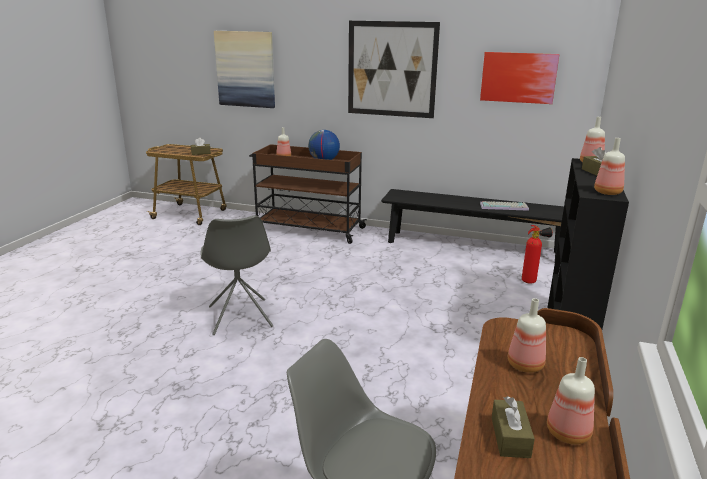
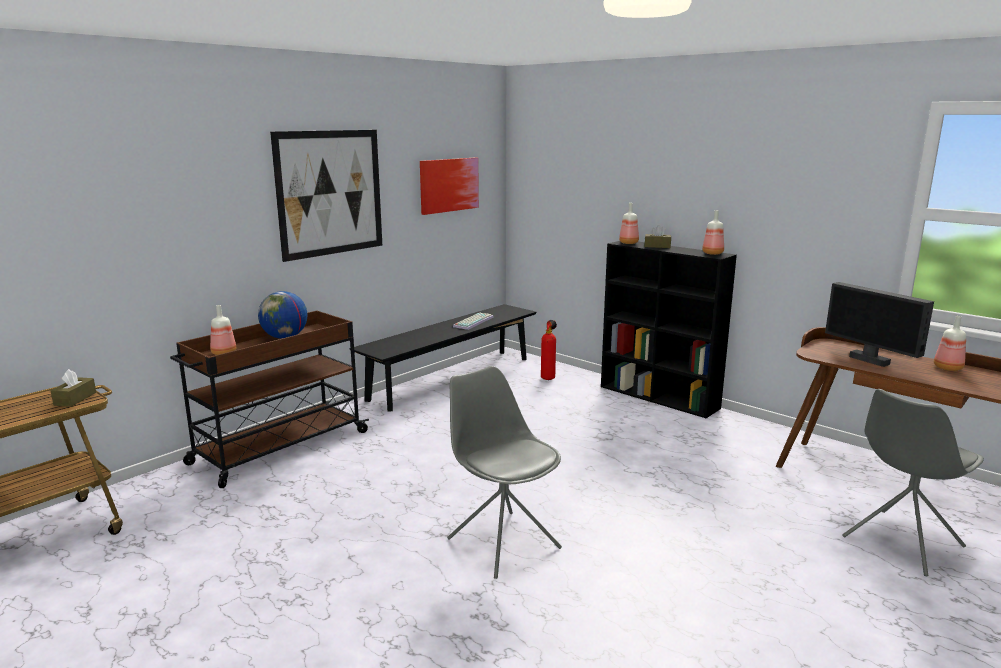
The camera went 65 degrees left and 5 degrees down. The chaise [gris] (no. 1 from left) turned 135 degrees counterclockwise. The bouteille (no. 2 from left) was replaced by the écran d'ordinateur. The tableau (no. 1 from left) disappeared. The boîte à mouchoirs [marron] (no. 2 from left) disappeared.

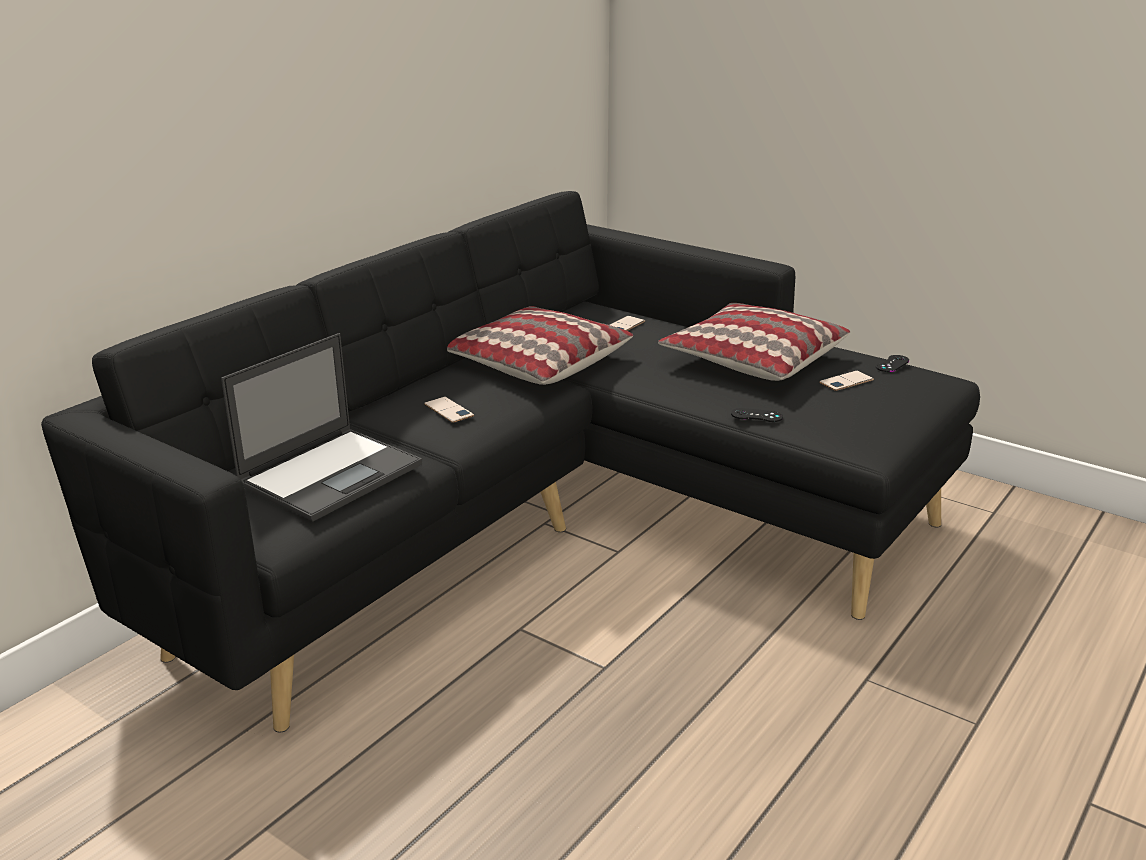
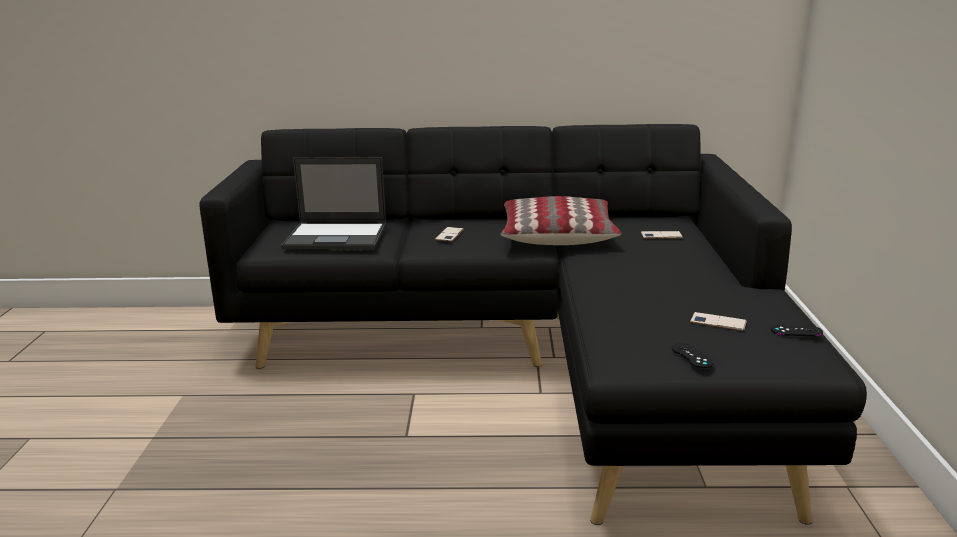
The camera went 55 degrees right and 5 degrees down. The manette [noir] (no. 1 from left) moved. The coussin (no. 2 from left) disappeared.

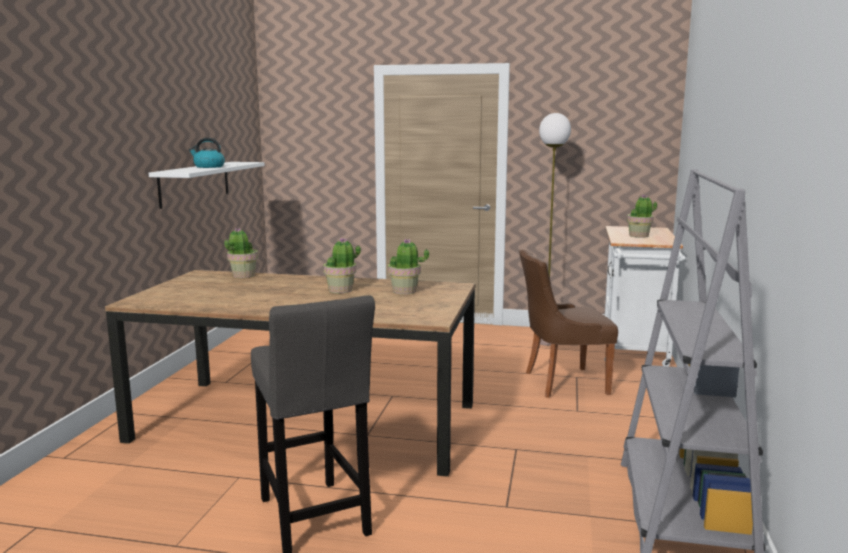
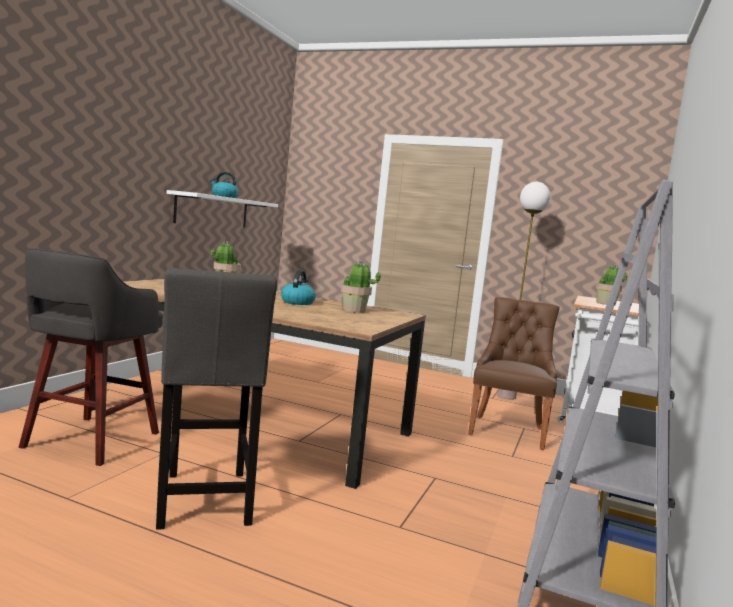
The camera went 10 degrees right and 5 degrees down. The tabouret [gris] (no. 1 from left) appeared. The plante en pot (no. 2 from left) was replaced by the bouilloire (no. 2 from left). The chaise [marron] turned 105 degrees clockwise.

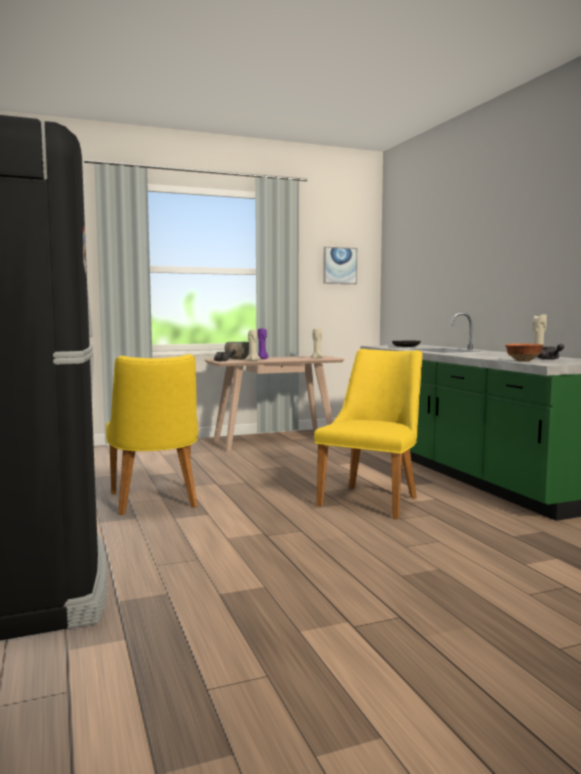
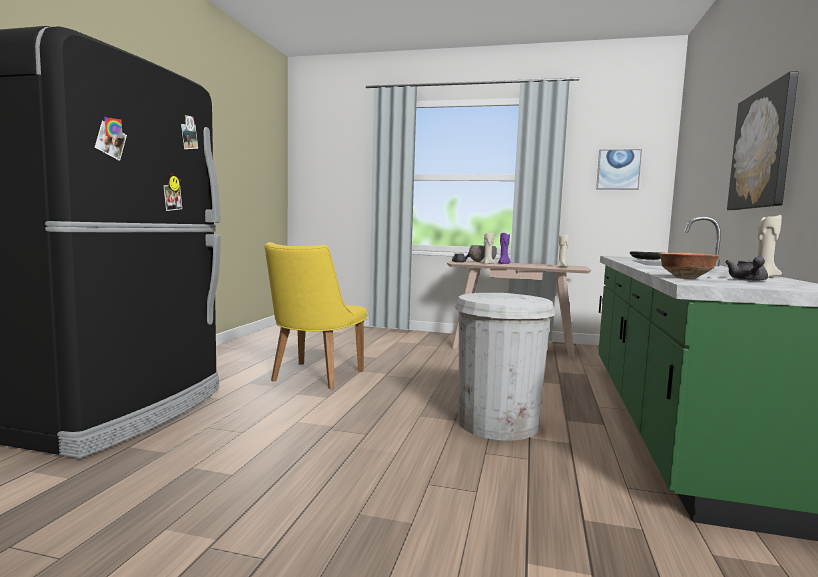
The camera went 35 degrees right and 0 degrees up. The chaise [jaune] (no. 2 from left) was replaced by the poubelle [blanc]. The tableau (no. 2 from left) appeared.

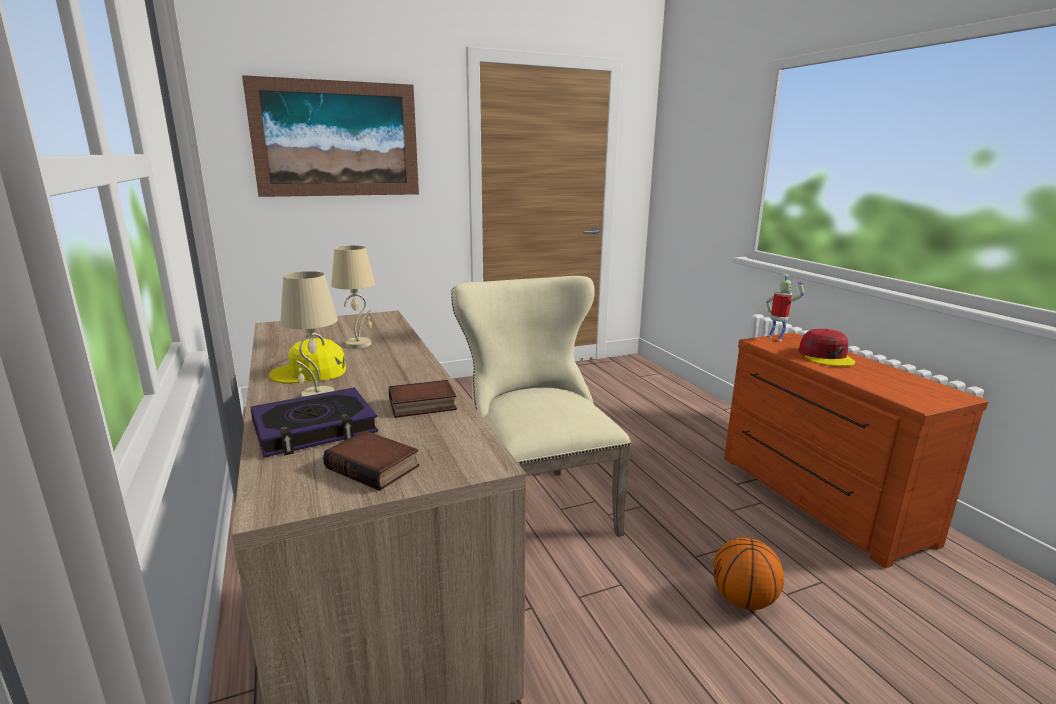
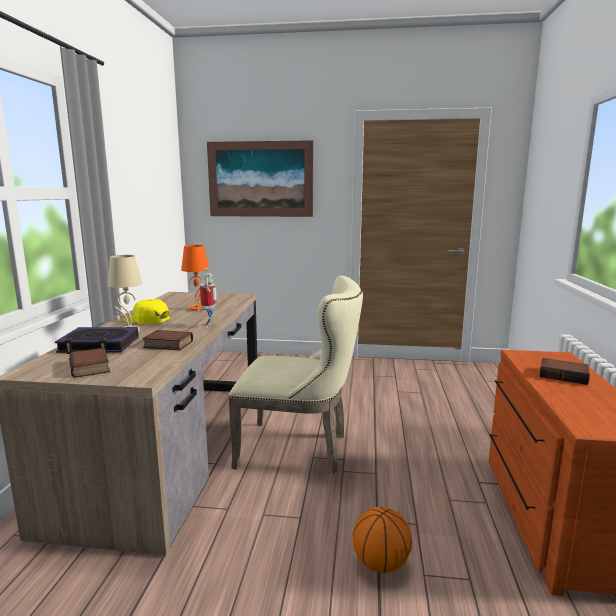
The camera went 30 degrees right and 5 degrees down. The lampe de table [beige] (no. 2 from left) became the lampe de table [orange]. The robot jouet moved. The chaise [beige] turned 90 degrees clockwise. The casquette [rouge] was replaced by the livre (no. 4 from left).

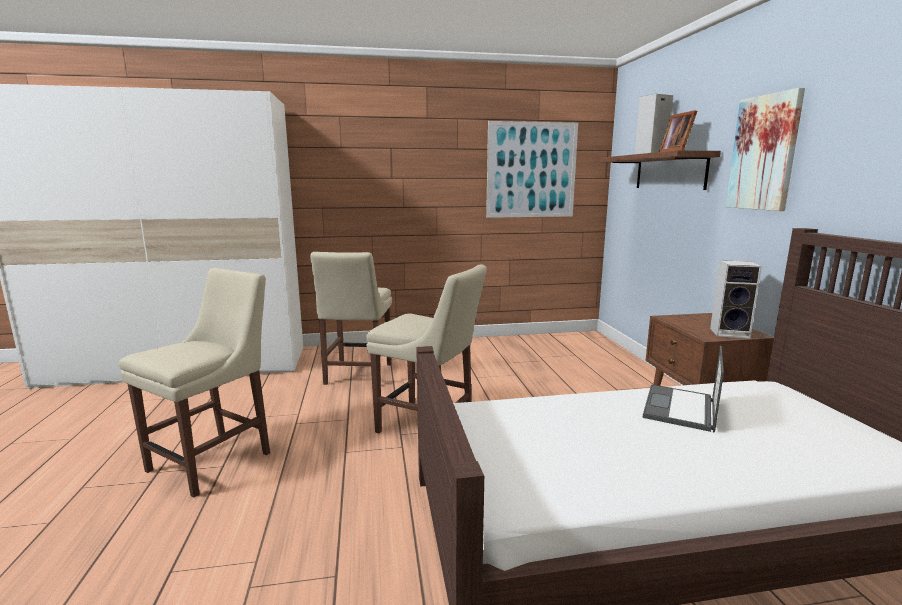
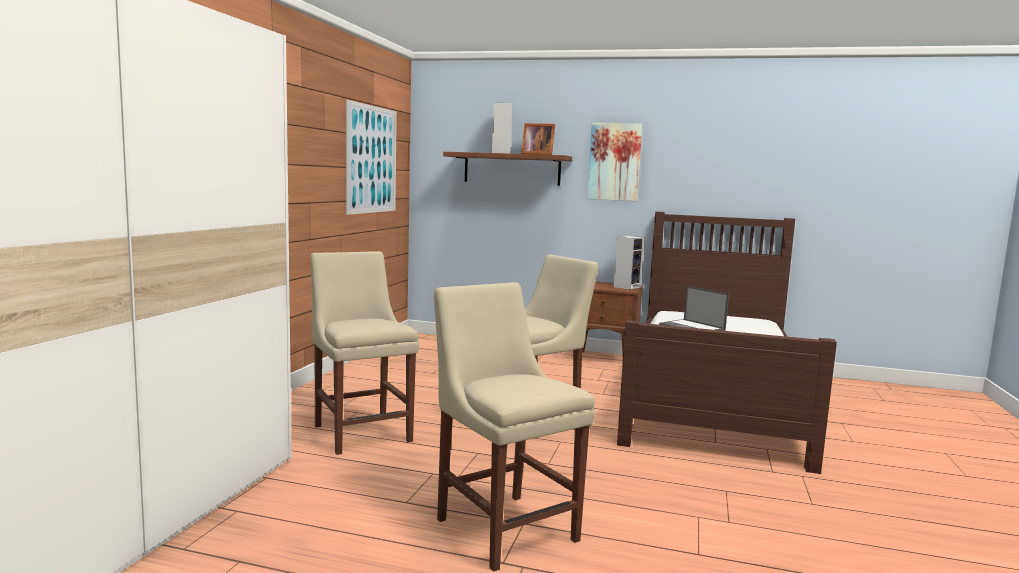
The camera went 65 degrees left and 5 degrees down. The chaise [beige] (no. 2 from left in the first image) turned 150 degrees counterclockwise.

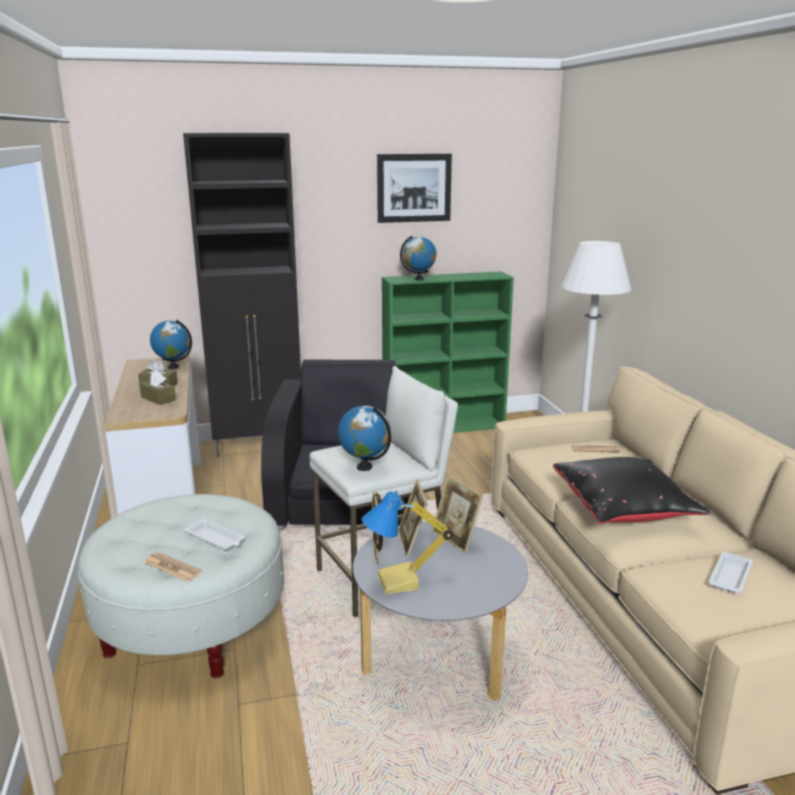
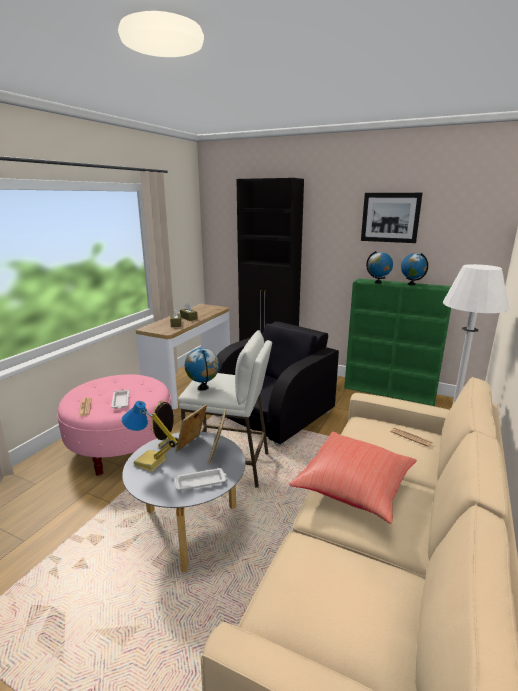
The camera went 40 degrees right and 0 degrees up. The pouf [blanc] became the pouf [rose]. The plateau [blanc] (no. 2 from left) moved. The coussin [noir] became the coussin [rouge]. The globe (no. 1 from left in the first image) moved.

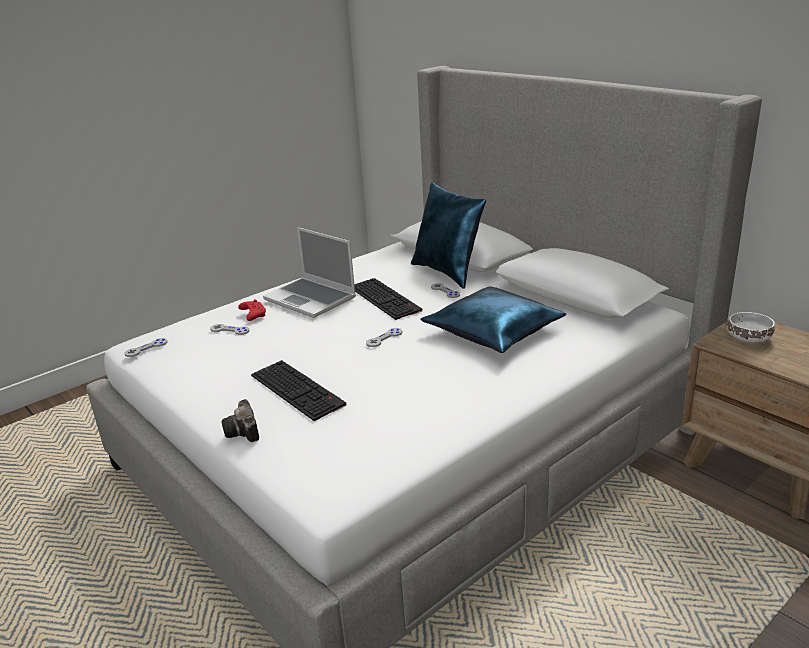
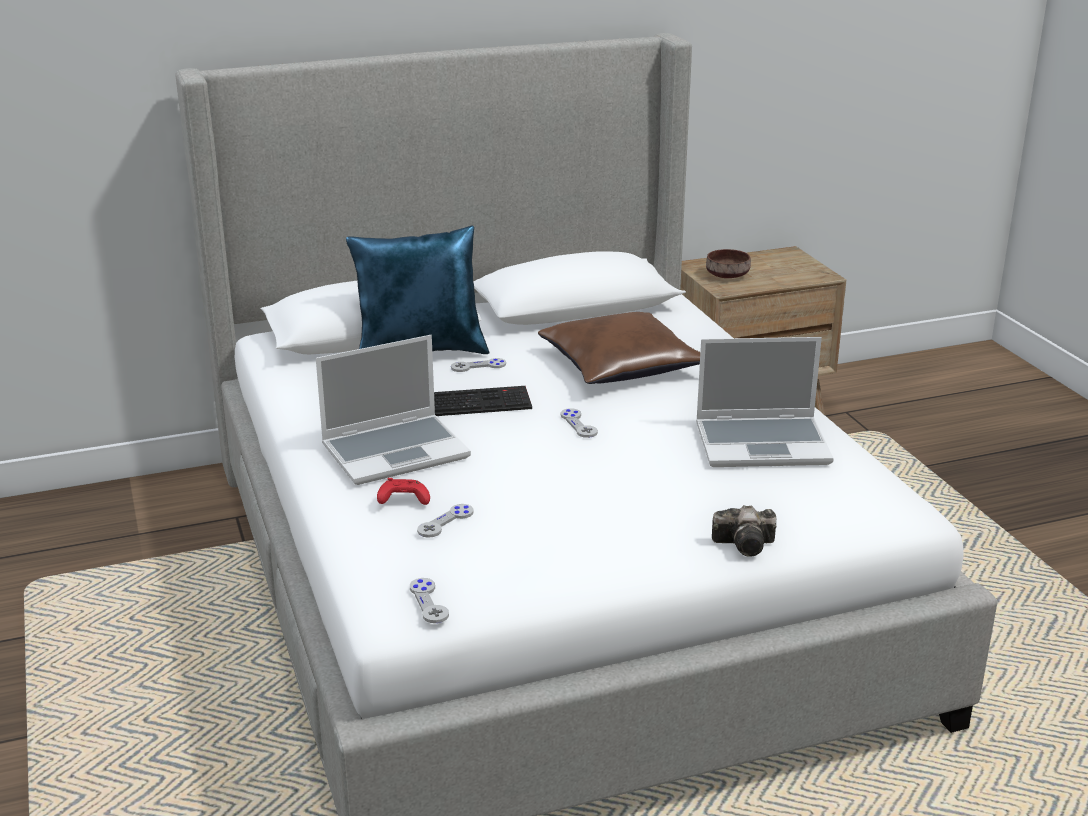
The camera went 70 degrees left and 0 degrees up. The coussin [bleu] (no. 2 from left) became the coussin [marron]. The ordinateur portable (no. 2 from left) appeared. The bol [blanc] became the bol [marron]. The clavier (no. 1 from left) disappeared.

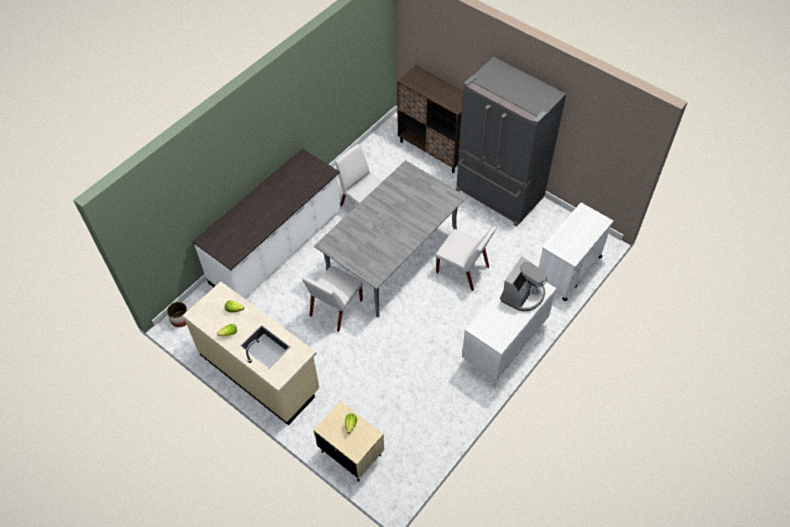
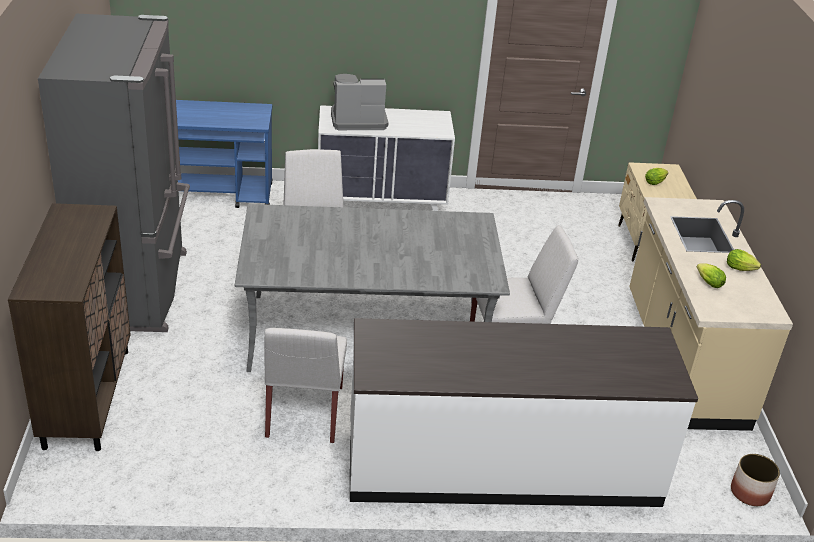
The camera went 135 degrees left and 20 degrees down. The chariot [blanc] became the chariot [bleu].

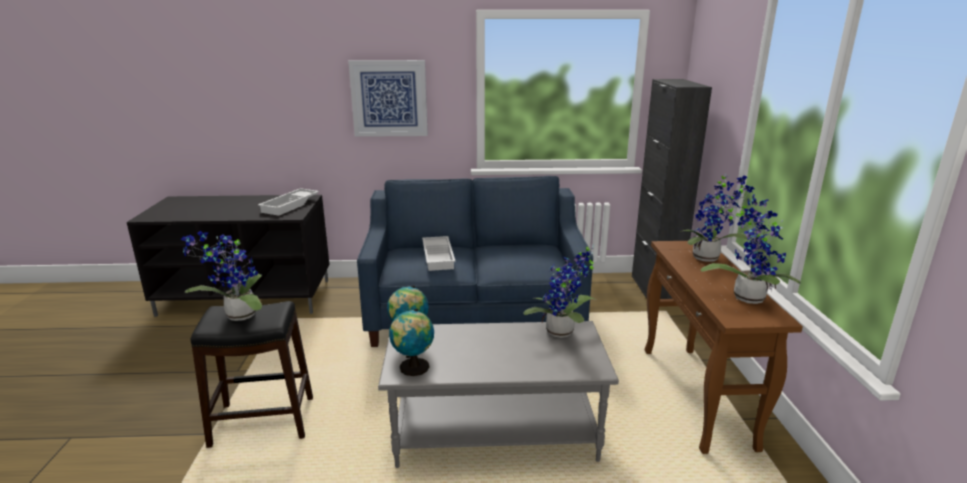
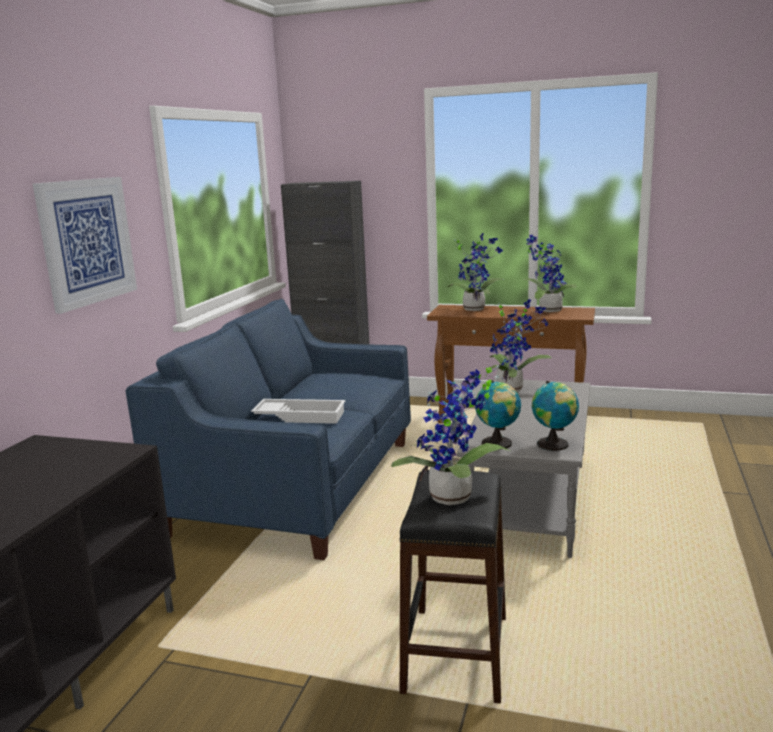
The camera went 70 degrees left and 5 degrees down. The plateau [blanc] (no. 1 from left) disappeared.

